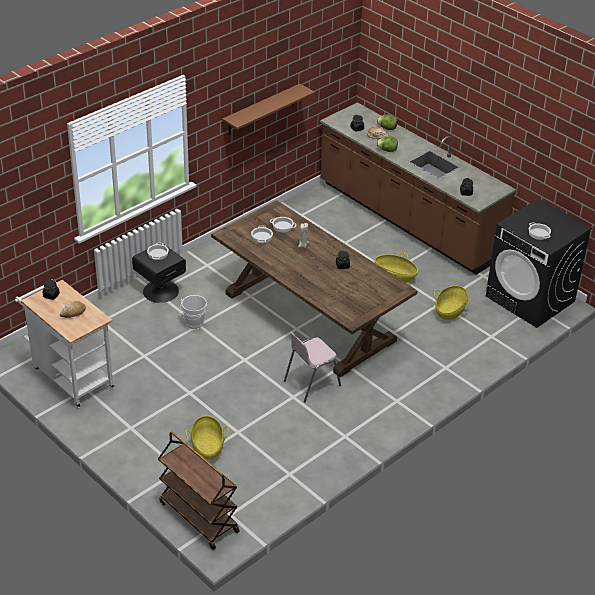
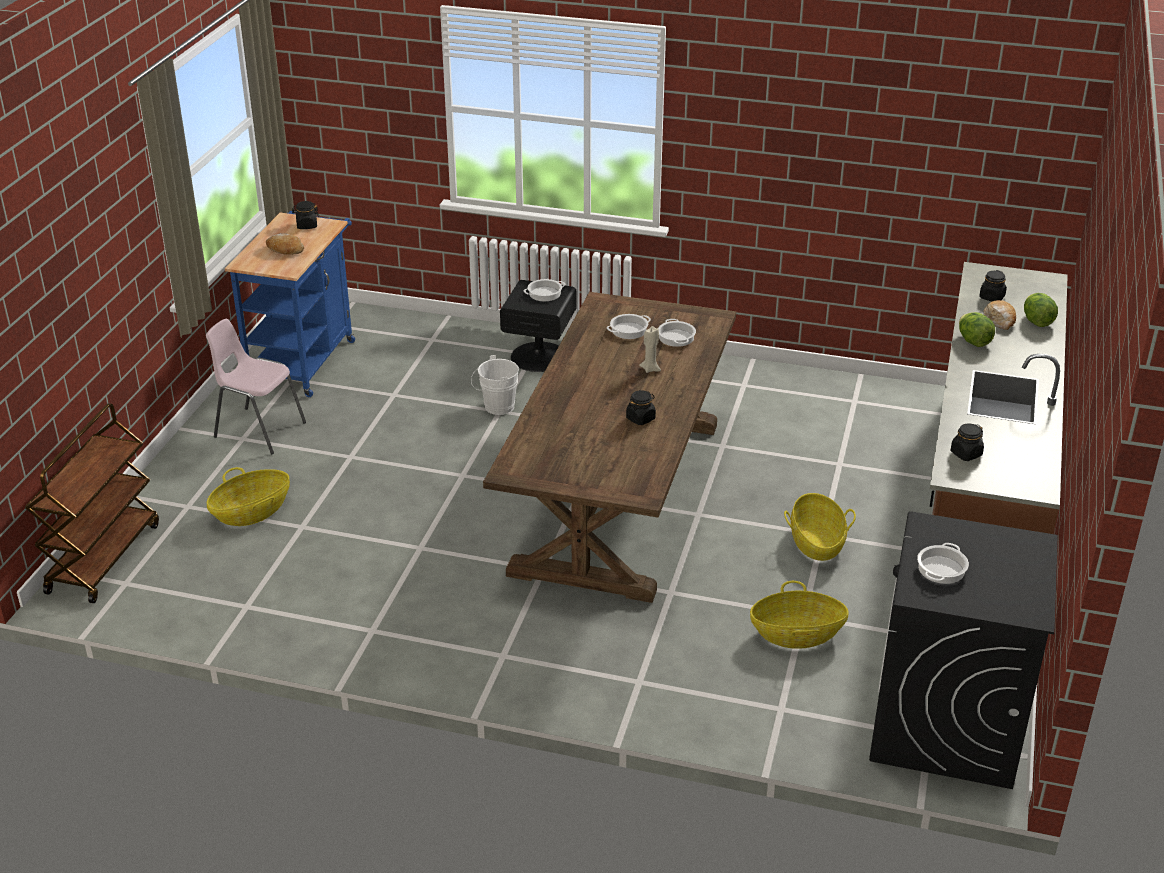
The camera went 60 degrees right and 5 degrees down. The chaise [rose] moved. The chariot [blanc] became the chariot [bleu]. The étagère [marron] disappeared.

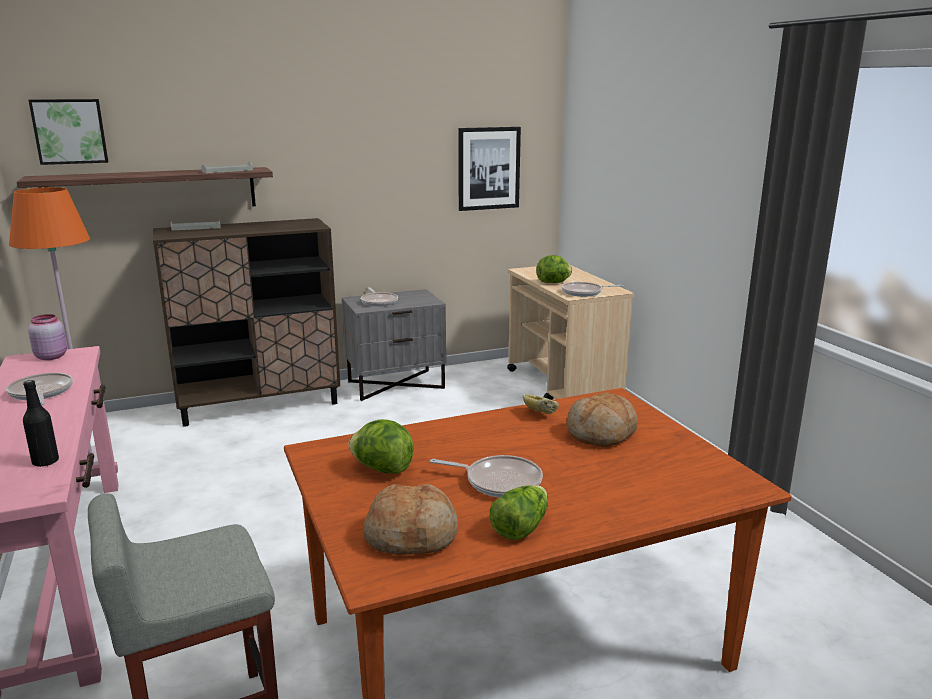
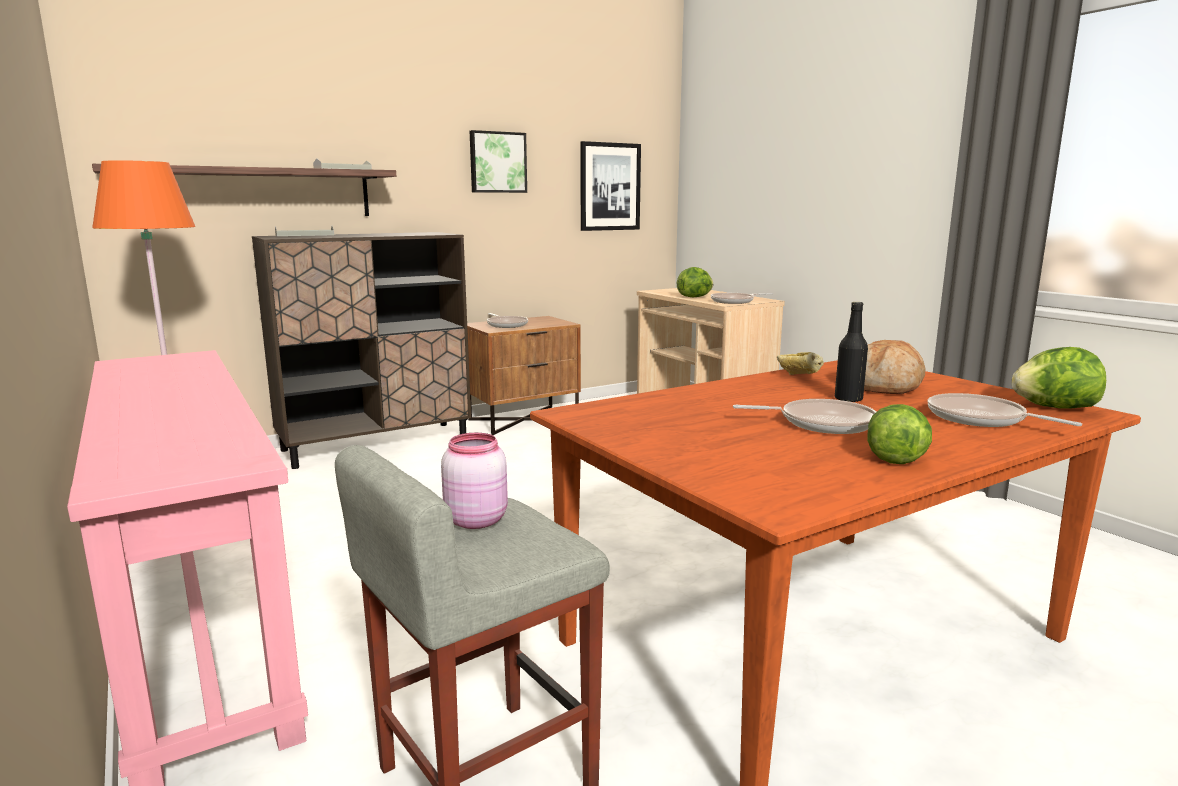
The camera went 10 degrees left and 5 degrees down. The bocal [rose] moved. The table de chevet [gris] became the table de chevet [marron]. The tableau (no. 1 from left) moved. The bouteille [noir] moved. The poêle (no. 1 from left in the first image) moved. The laitue (no. 1 from left in the first image) moved. The pain (no. 1 from left) disappeared.

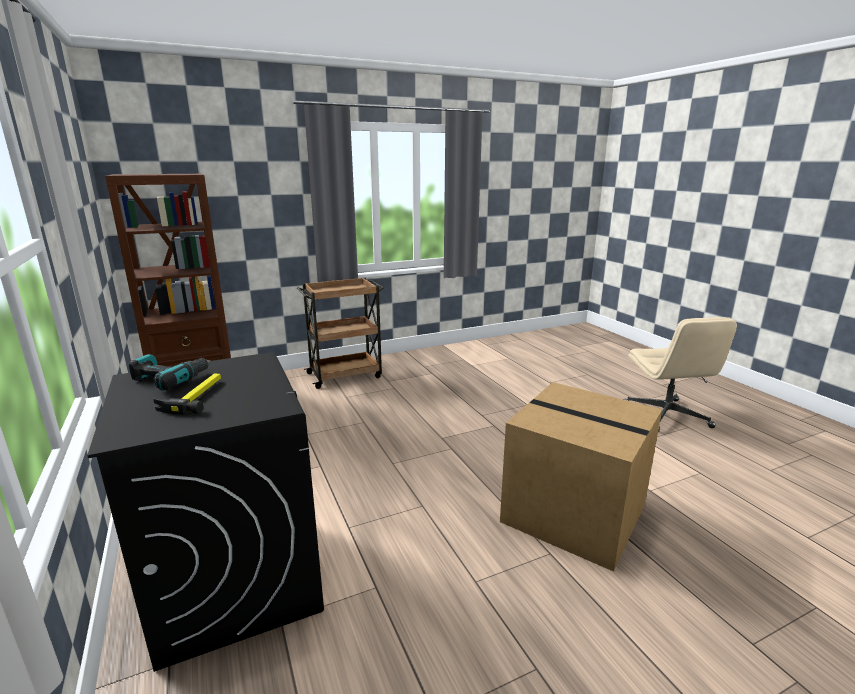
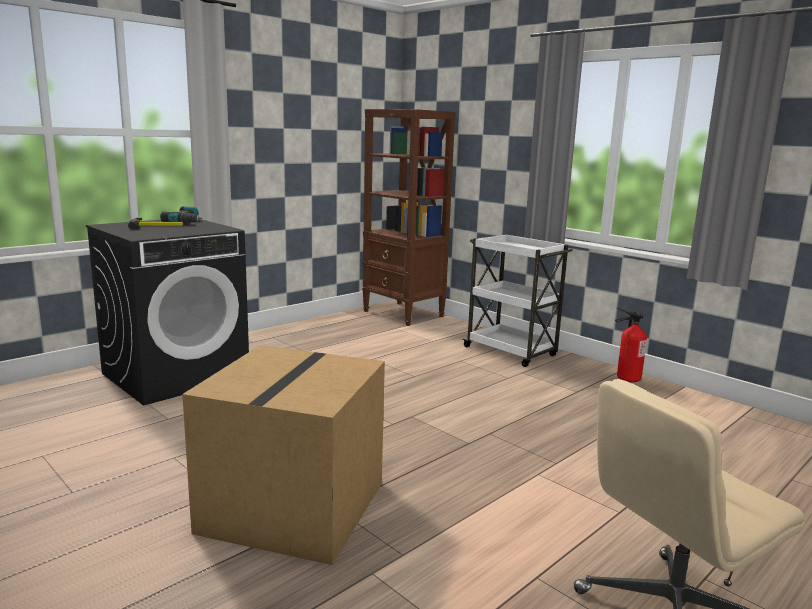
The camera went 70 degrees right and 5 degrees down. The chariot [marron] became the chariot [blanc]. The extincteur appeared.

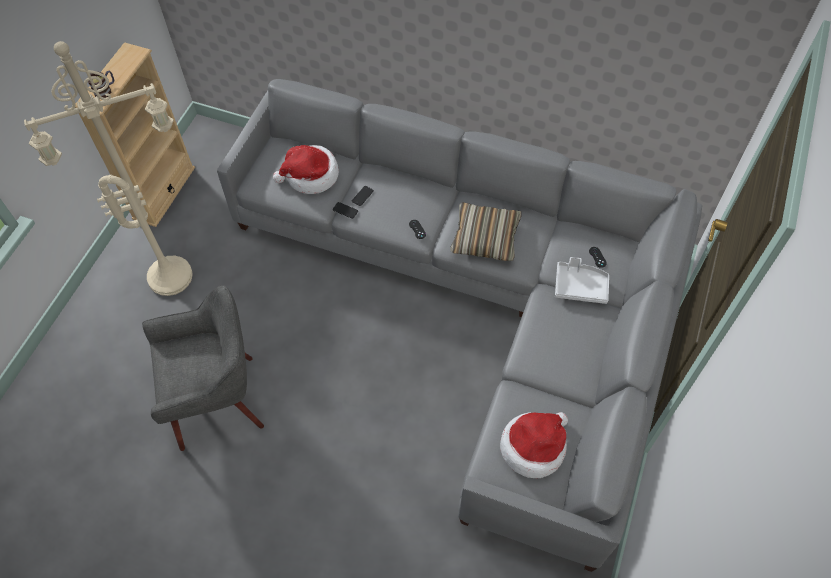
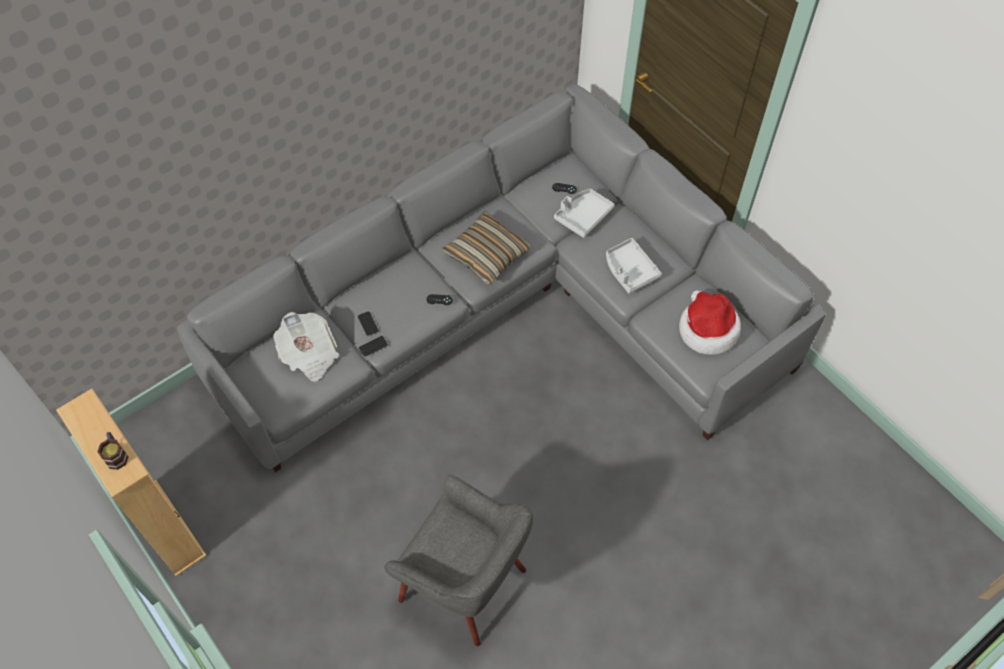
The camera went 60 degrees left and 0 degrees up. The chapeau (no. 1 from left) was replaced by the journal. The fauteuil [gris] turned 105 degrees clockwise. The plateau [gris] (no. 2 from left) appeared. The lampadaire [beige] disappeared.

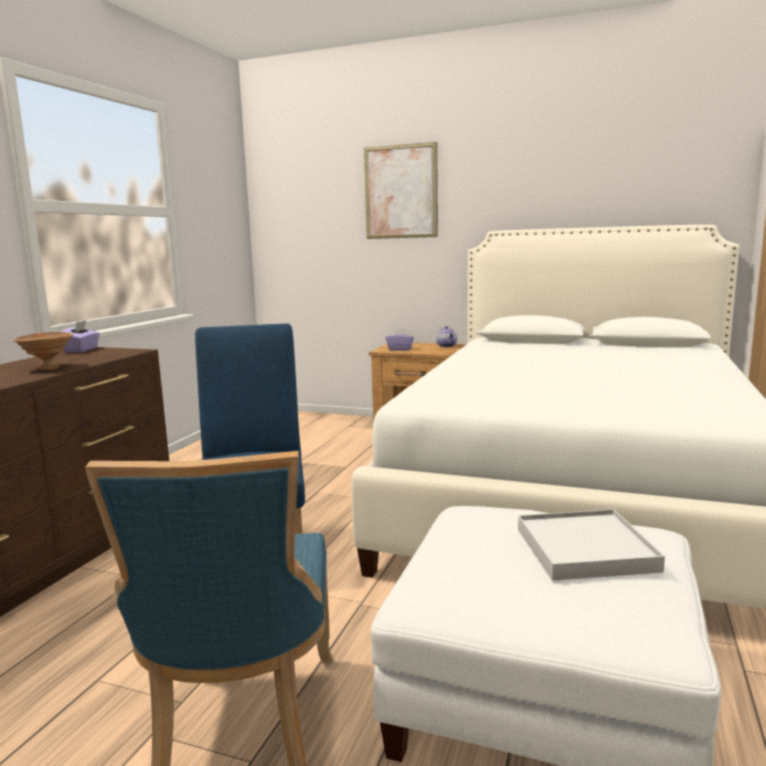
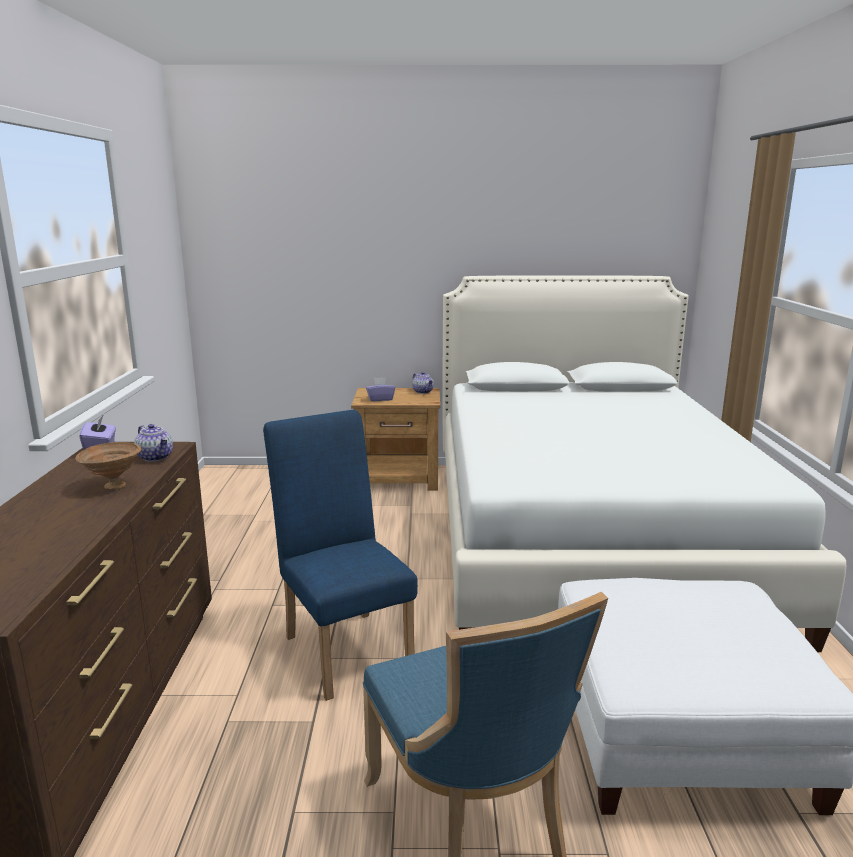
The camera went 20 degrees left and 5 degrees up. The théière (no. 1 from left) appeared. The tableau disappeared. The plateau [blanc] disappeared.

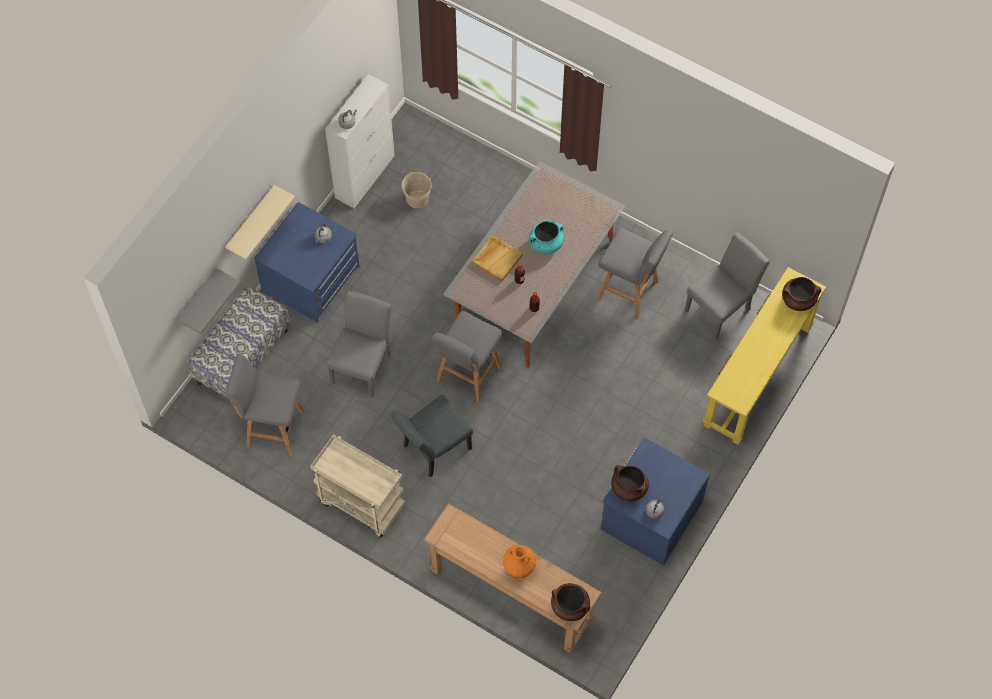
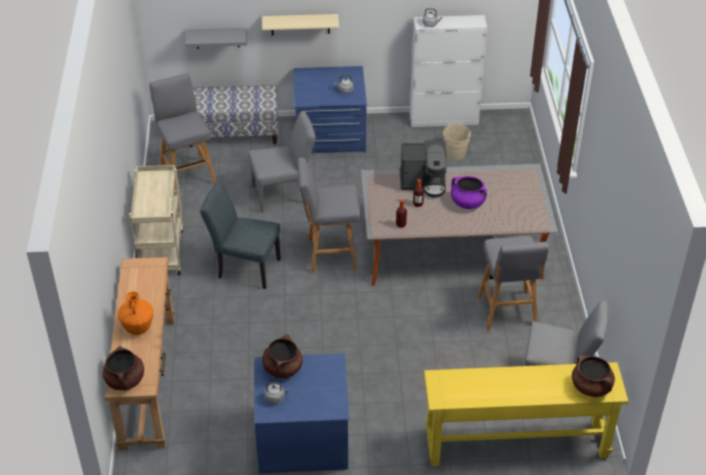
The camera went 55 degrees right and 20 degrees down. The plateau [beige] was replaced by the machine à café. The marmite [turquoise] became the marmite [violet].

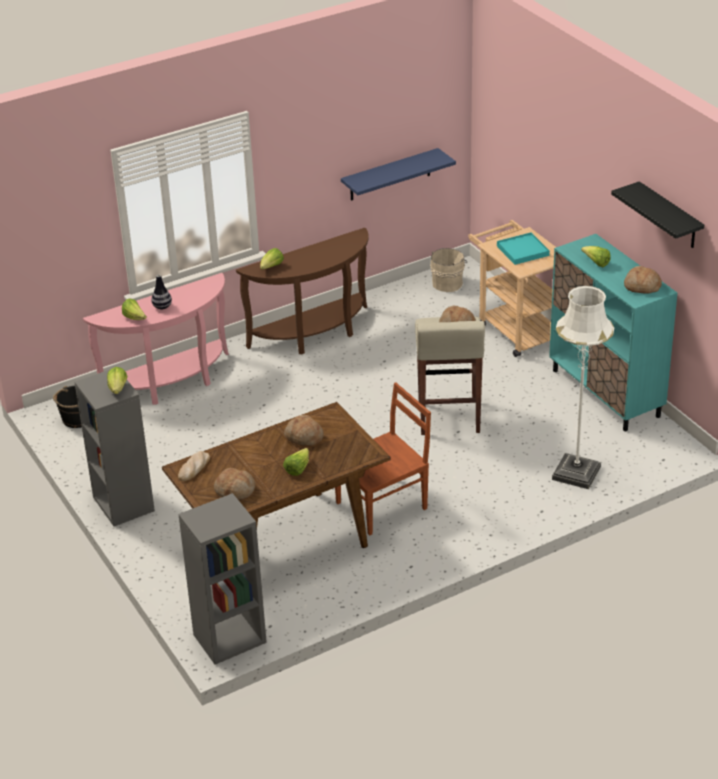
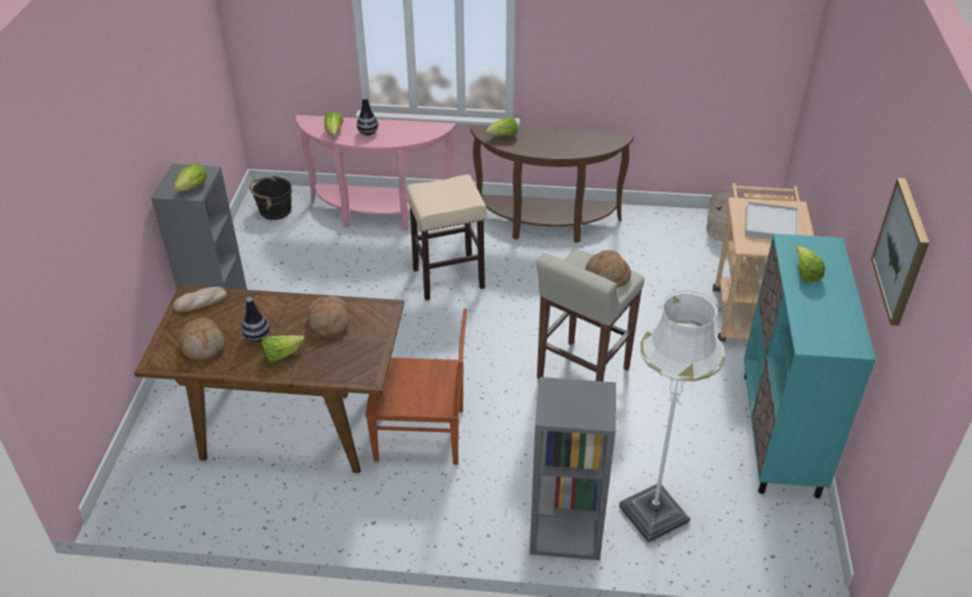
The camera went 35 degrees right and 5 degrees up. The vase (no. 1 from left) appeared. The tabouret [beige] (no. 1 from left) appeared. The bibliothèque [gris] (no. 2 from left) moved. The plateau [turquoise] became the plateau [blanc]. The étagère [noir] was replaced by the tableau. The étagère [bleu] disappeared. The pain (no. 5 from left) disappeared.

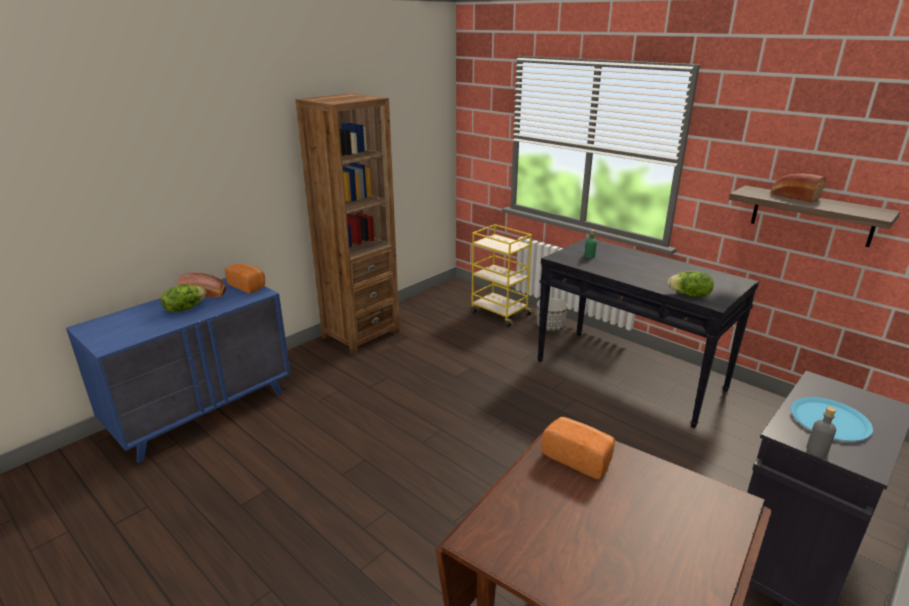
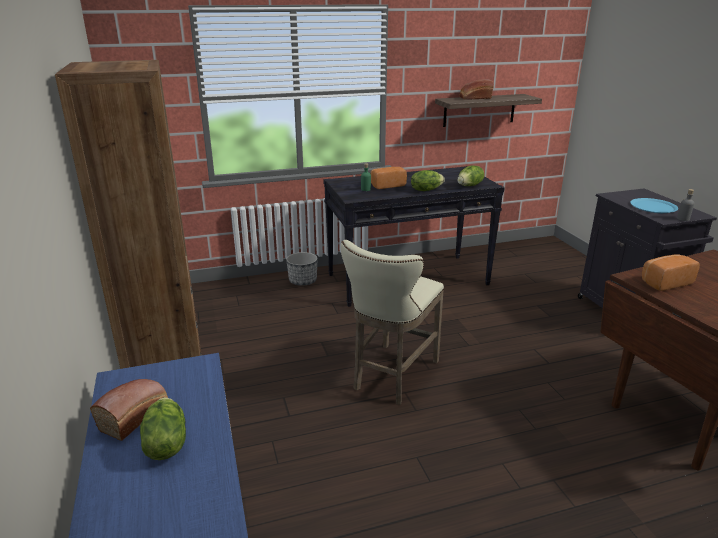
The camera went 60 degrees left and 0 degrees up. The tabouret [beige] appeared. The pain (no. 2 from left) moved. The laitue (no. 2 from left) appeared. The chariot [jaune] disappeared.

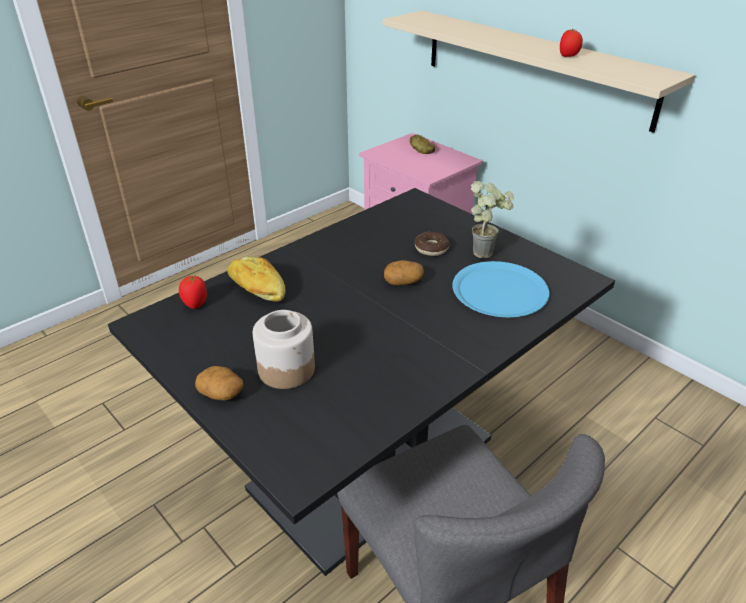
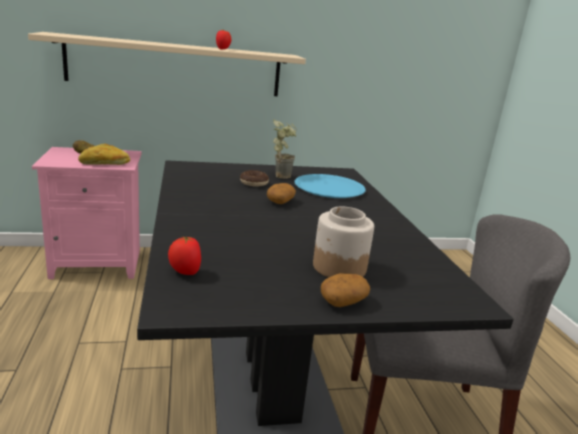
The camera went 60 degrees left and 15 degrees down. The pain moved.

